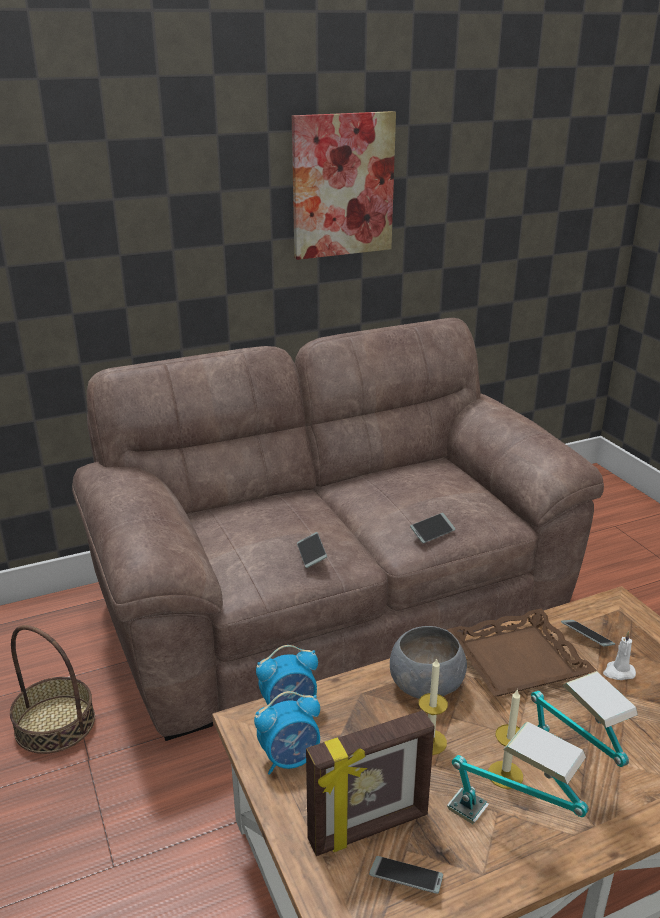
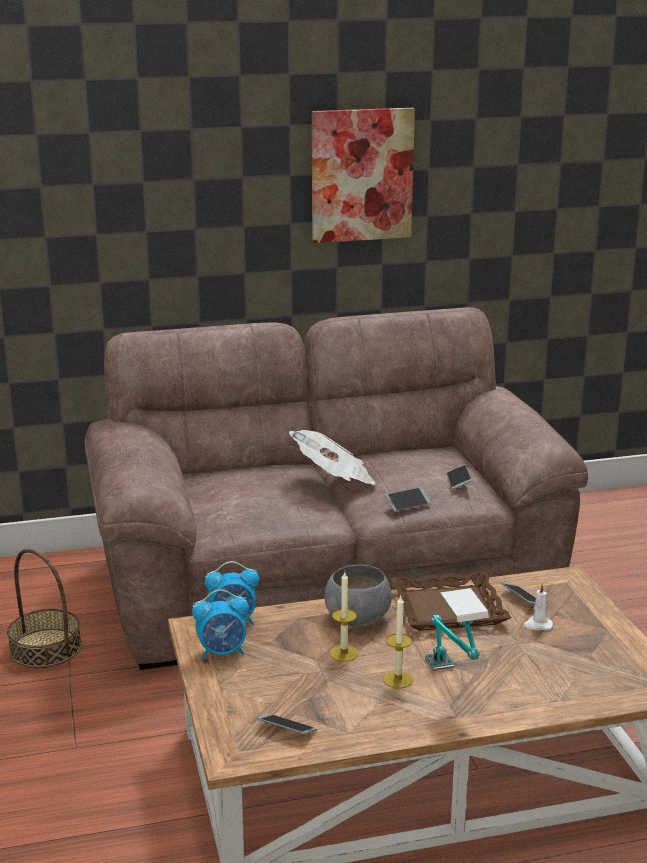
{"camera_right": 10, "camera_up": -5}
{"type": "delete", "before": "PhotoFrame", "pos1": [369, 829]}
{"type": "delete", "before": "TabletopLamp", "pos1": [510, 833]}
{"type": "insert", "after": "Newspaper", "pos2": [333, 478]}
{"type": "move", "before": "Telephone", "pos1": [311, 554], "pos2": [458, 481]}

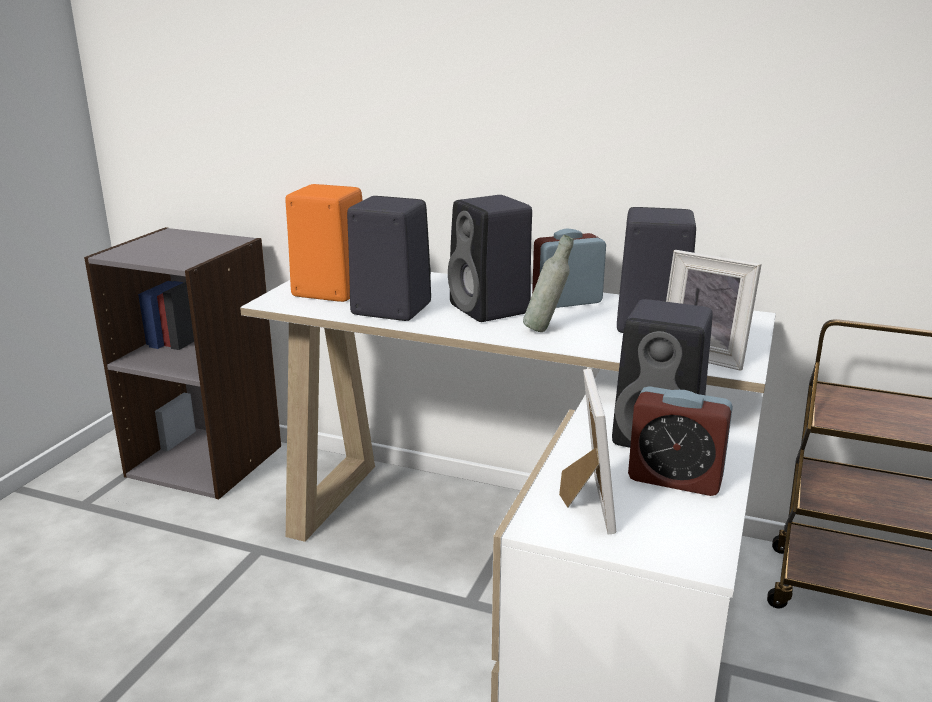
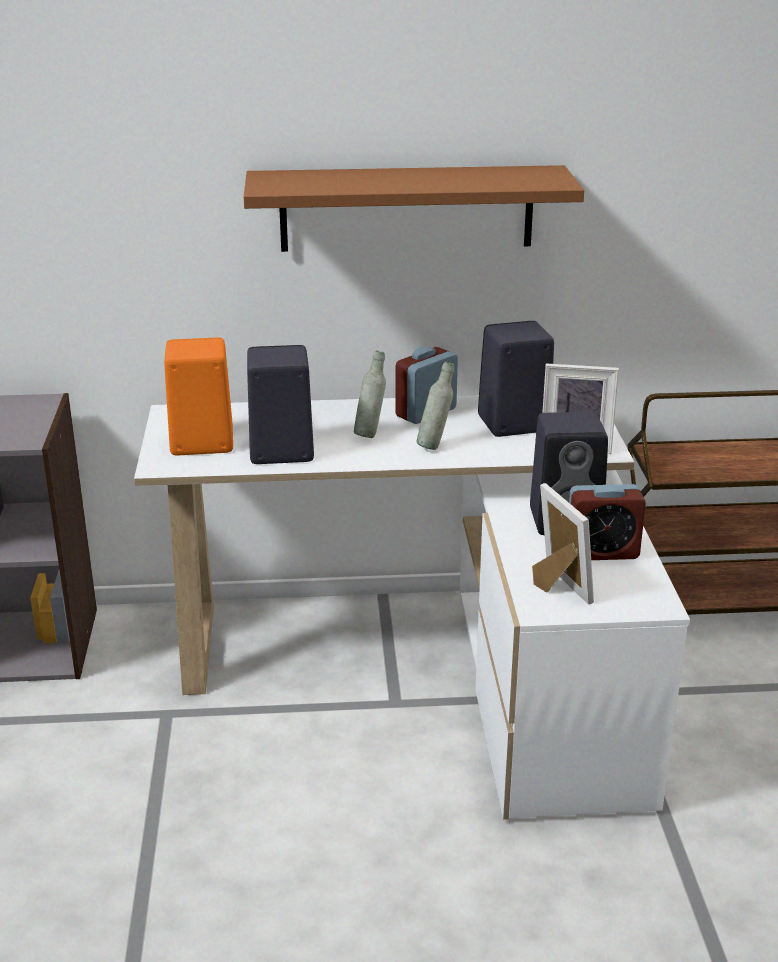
{"camera_right": -25, "camera_up": 5}
{"type": "insert", "after": "BrownShelf", "pos2": [406, 208]}
{"type": "replace", "before": "BlackishSpeaker", "after": "GreyishDrinkBottle", "pos1": [491, 309], "pos2": [370, 434]}

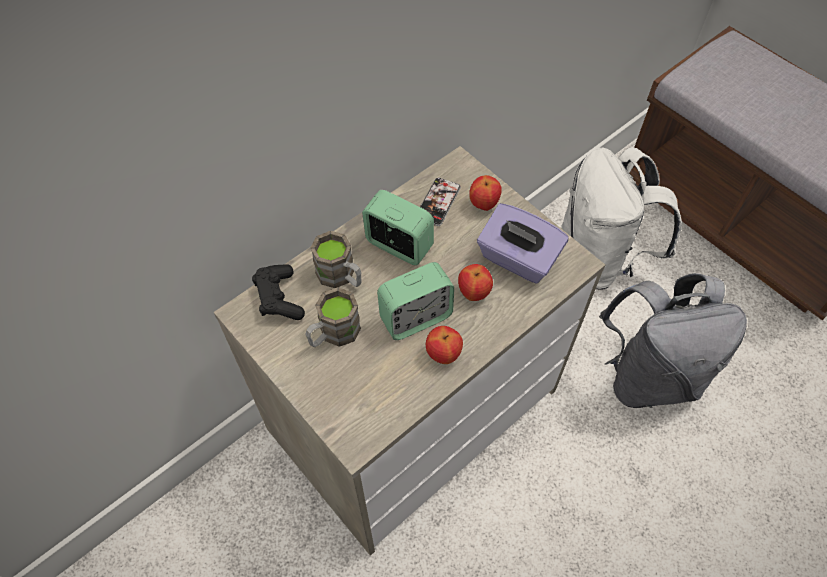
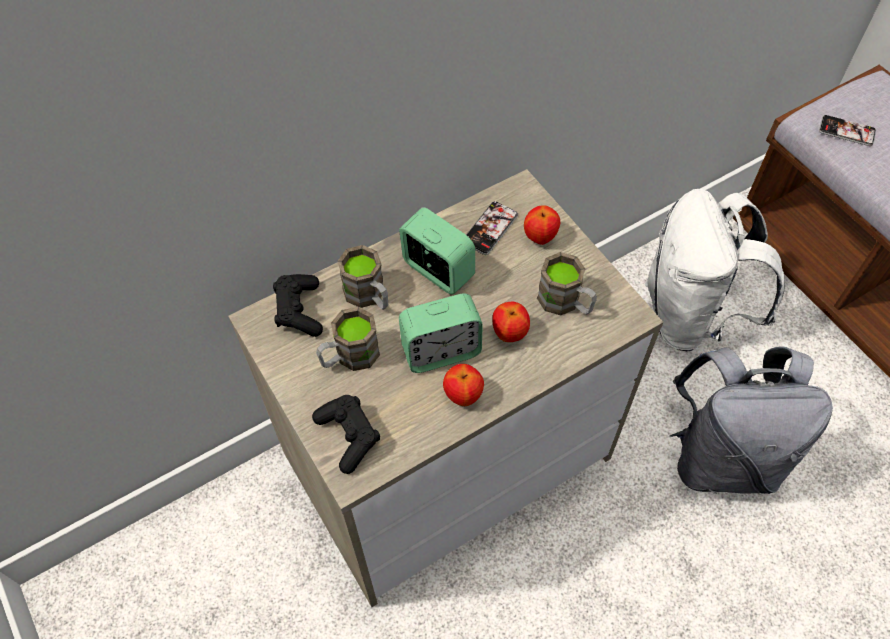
{"camera_right": 10, "camera_up": 0}
{"type": "insert", "after": "BlackishGamepad", "pos2": [349, 436]}
{"type": "insert", "after": "Telephone", "pos2": [846, 131]}
{"type": "replace", "before": "PurplishTissueBox", "after": "BrownTeaMug", "pos1": [517, 259], "pos2": [565, 302]}

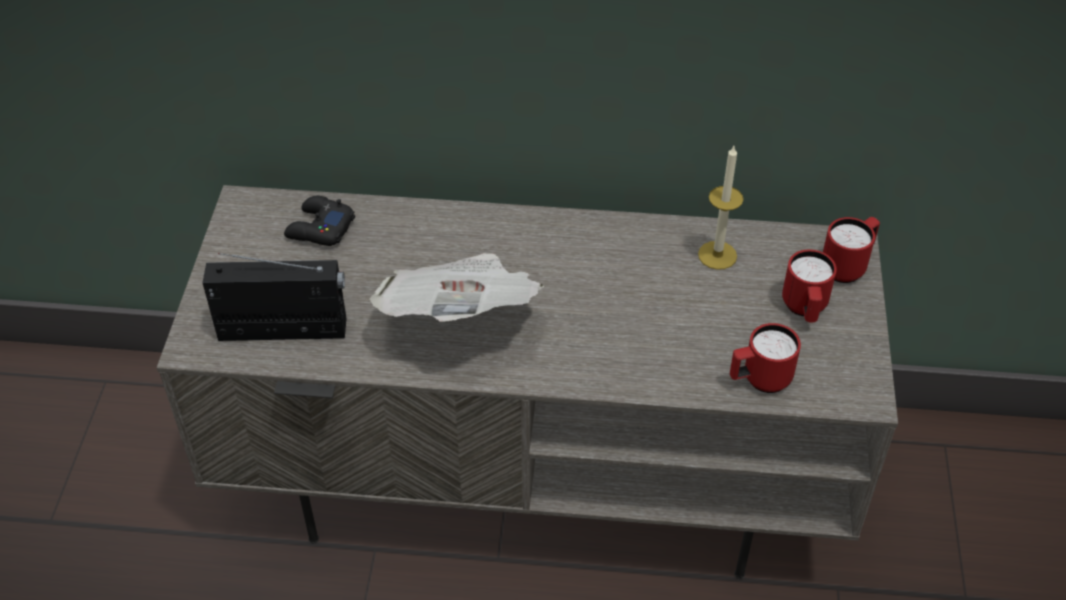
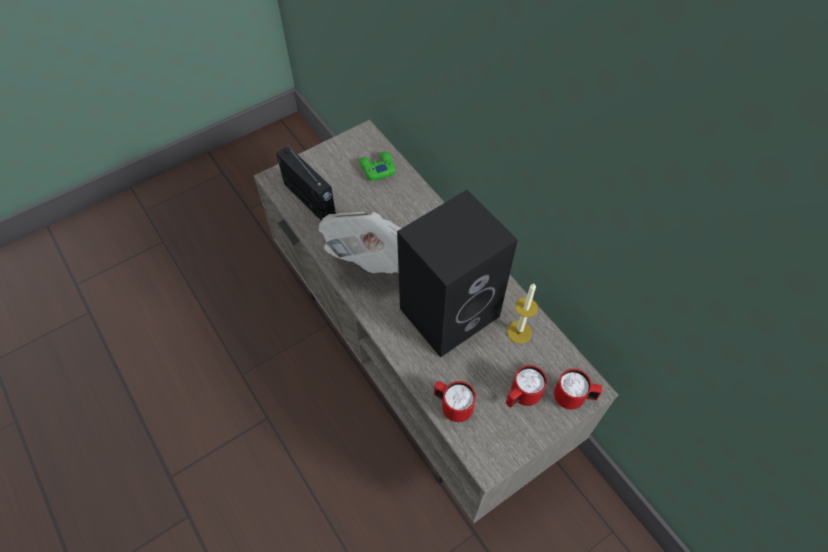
{"camera_right": 50, "camera_up": 10}
{"type": "insert", "after": "BlackishSpeaker", "pos2": [450, 310]}
{"type": "recolor", "before": "BlackishGamepad", "after": "GreenColouredGamepad", "pos1": [319, 228], "pos2": [377, 168]}

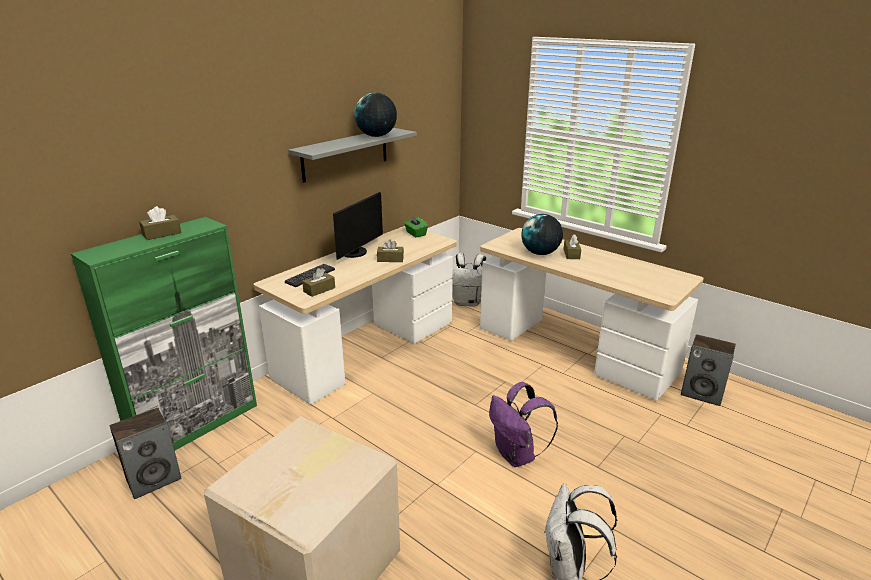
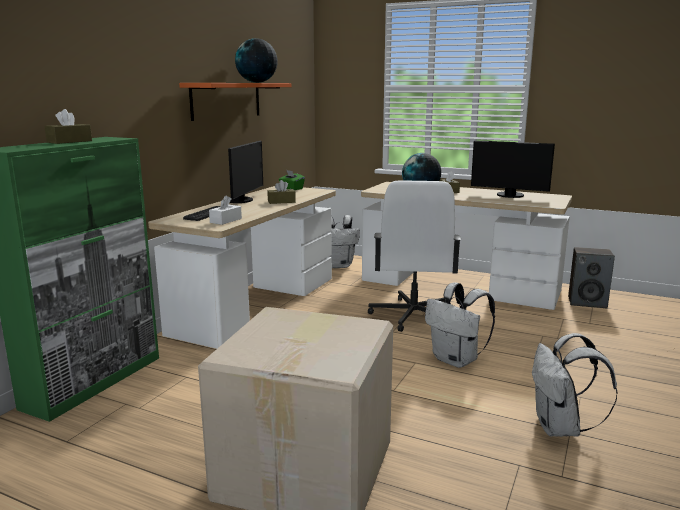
{"camera_right": -15, "camera_up": -10}
{"type": "delete", "before": "Speaker", "pos1": [154, 479]}
{"type": "insert", "after": "WhiteColouredComputerChair", "pos2": [412, 316]}
{"type": "insert", "after": "ComputerScreen", "pos2": [509, 195]}
{"type": "recolor", "before": "GreyishShelf", "after": "OrangeShelf", "pos1": [345, 154], "pos2": [226, 100]}
{"type": "recolor", "before": "BrownTissueBox", "after": "WhiteColouredTissueBox", "pos1": [319, 290], "pos2": [225, 220]}
{"type": "recolor", "before": "PurplishKnapsack", "after": "WhiteColouredKnapsack", "pos1": [517, 455], "pos2": [456, 360]}

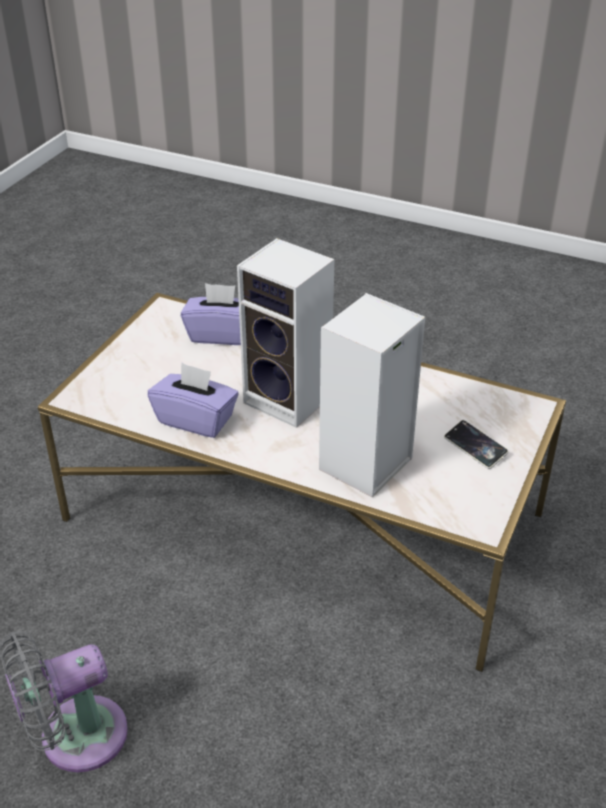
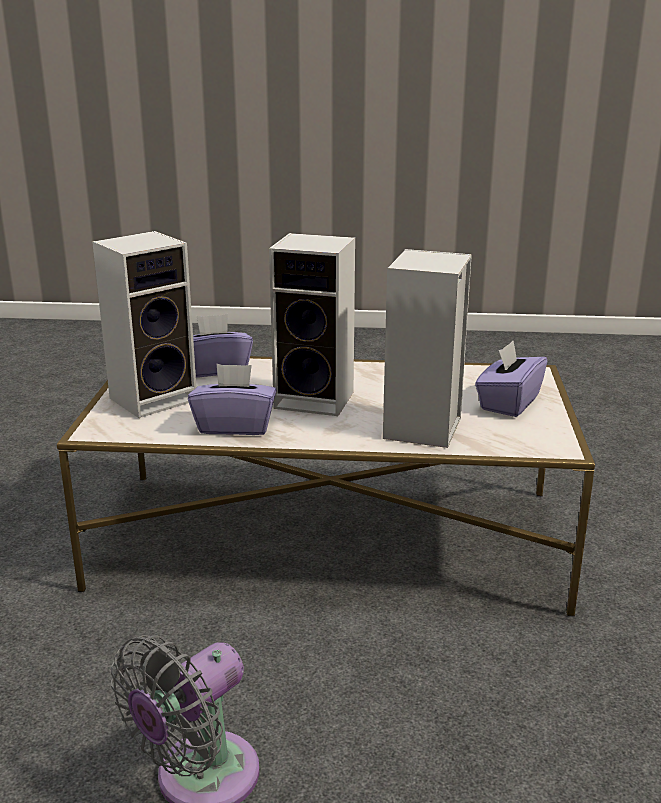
{"camera_right": -20, "camera_up": -15}
{"type": "insert", "after": "Speaker", "pos2": [155, 398]}
{"type": "replace", "before": "Telephone", "after": "PurplishTissueBox", "pos1": [475, 447], "pos2": [508, 403]}

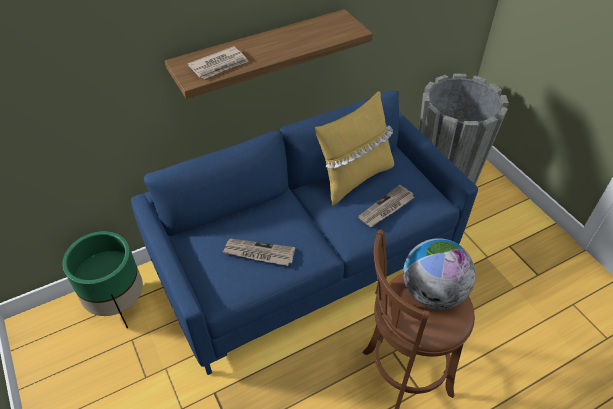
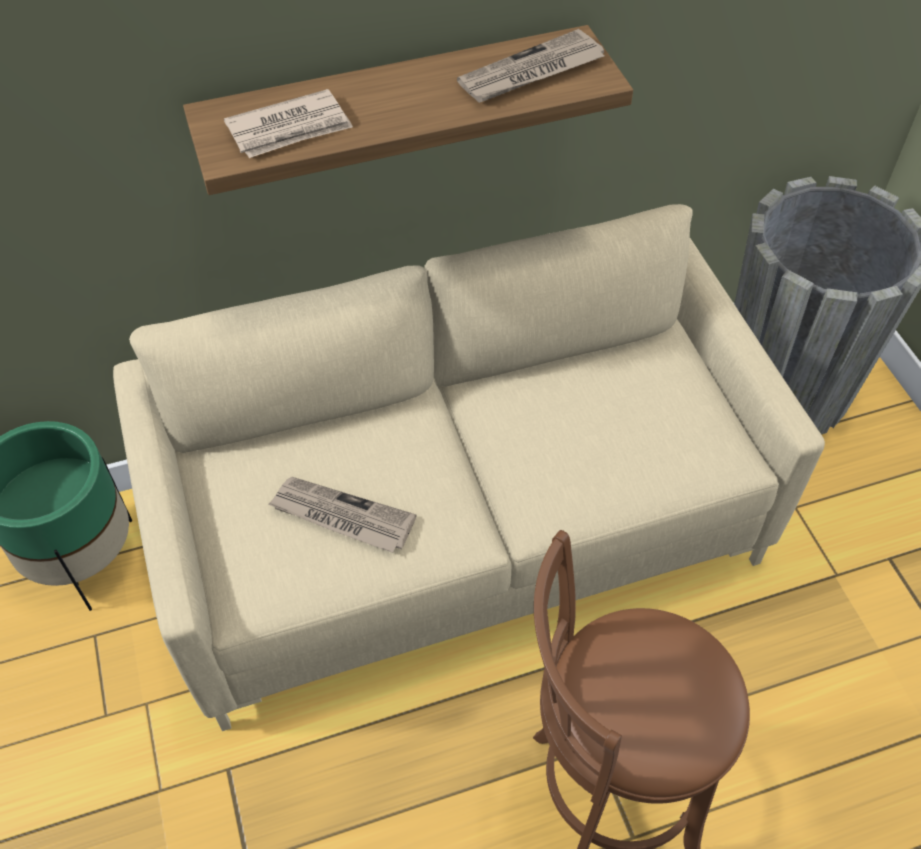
{"camera_right": 10, "camera_up": 5}
{"type": "delete", "before": "YellowThrowPillow", "pos1": [354, 178]}
{"type": "delete", "before": "Globe", "pos1": [432, 292]}
{"type": "move", "before": "Newspaper", "pos1": [386, 208], "pos2": [531, 72]}
{"type": "recolor", "before": "BlueColouredCouch", "after": "BeigeColouredCouch", "pos1": [306, 261], "pos2": [460, 527]}

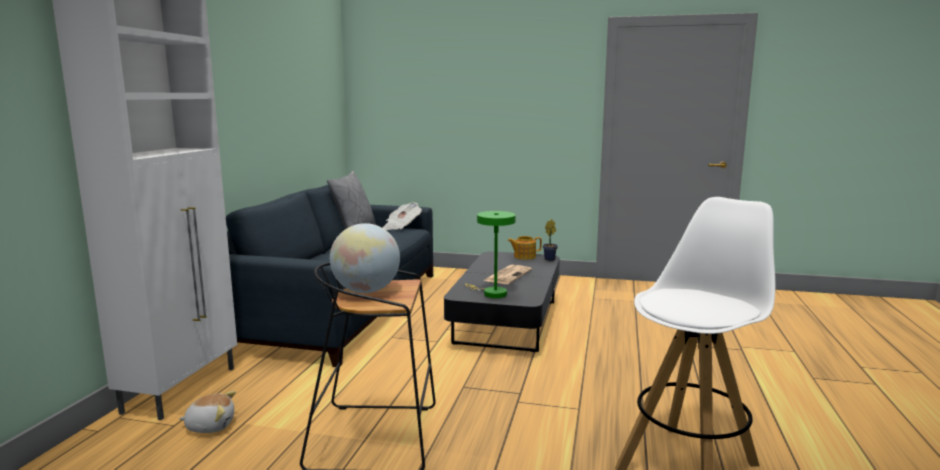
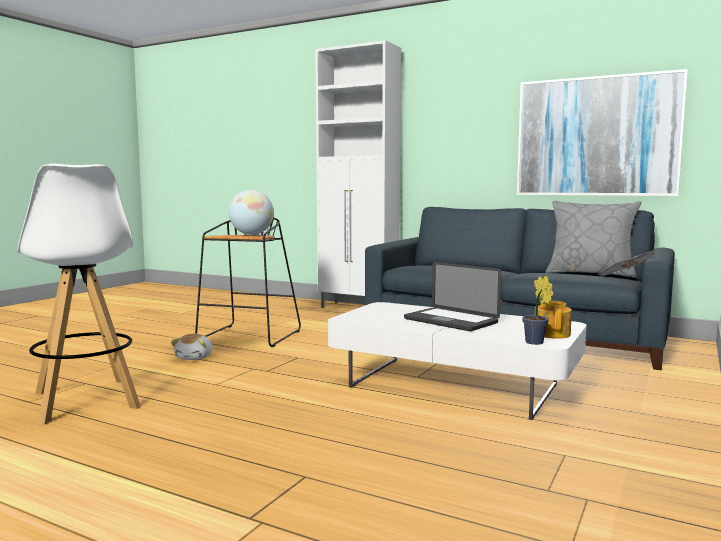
{"camera_right": 105, "camera_up": -5}
{"type": "delete", "before": "GreenColouredTabletopLamp", "pos1": [491, 293]}
{"type": "insert", "after": "WallArt", "pos2": [597, 137]}
{"type": "move", "before": "SoftToy", "pos1": [210, 425], "pos2": [195, 357]}
{"type": "replace", "before": "Newspaper", "after": "NotebookComputer", "pos1": [508, 275], "pos2": [450, 321]}
{"type": "recolor", "before": "BlackishCoffeeTable", "after": "WhiteColouredCoffeeTable", "pos1": [507, 322], "pos2": [453, 386]}

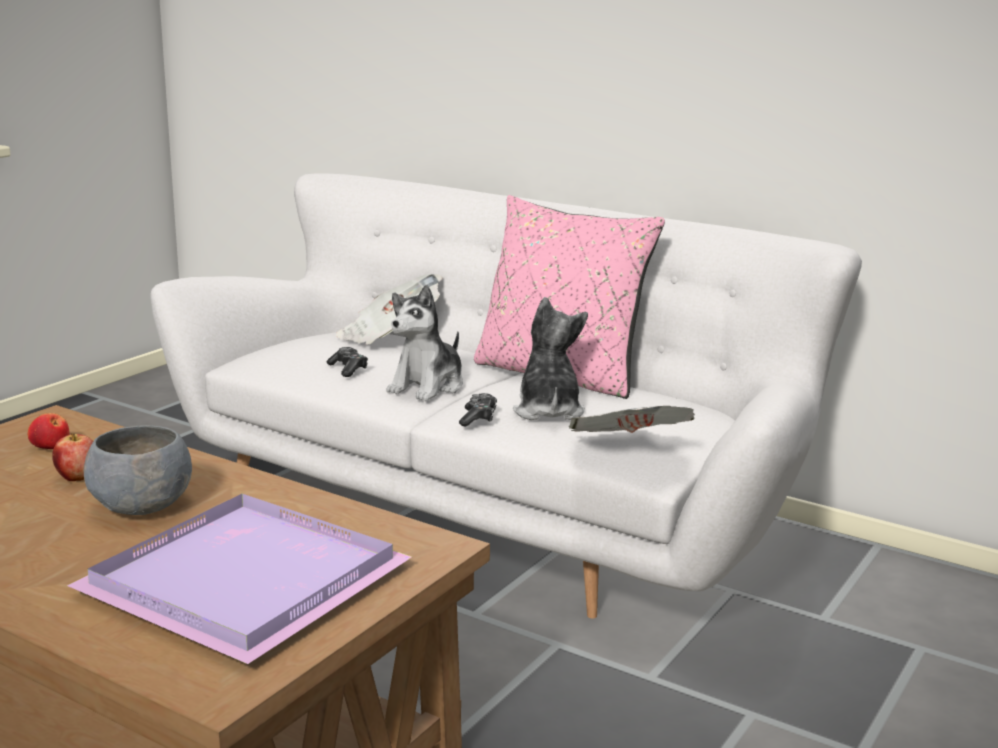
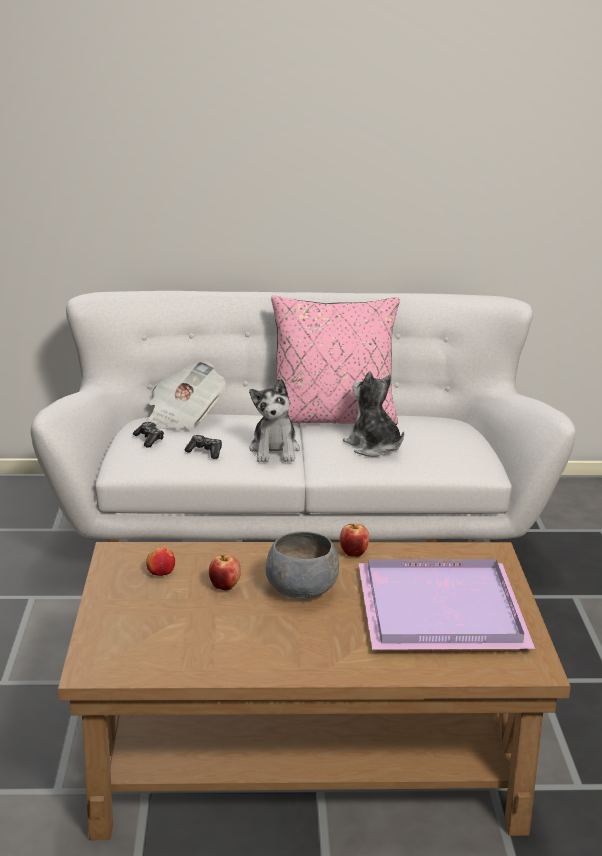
{"camera_right": -35, "camera_up": 5}
{"type": "delete", "before": "Newspaper", "pos1": [628, 453]}
{"type": "insert", "after": "Apple", "pos2": [354, 553]}
{"type": "move", "before": "Gamepad", "pos1": [478, 418], "pos2": [149, 439]}

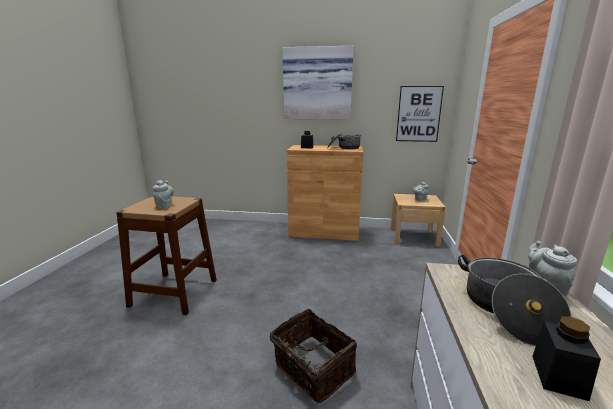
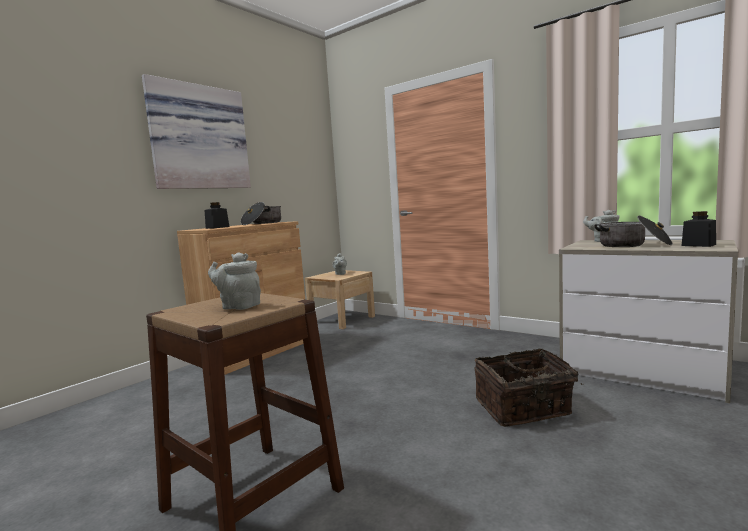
{"camera_right": -60, "camera_up": -10}
{"type": "delete", "before": "WallArt", "pos1": [419, 114]}

